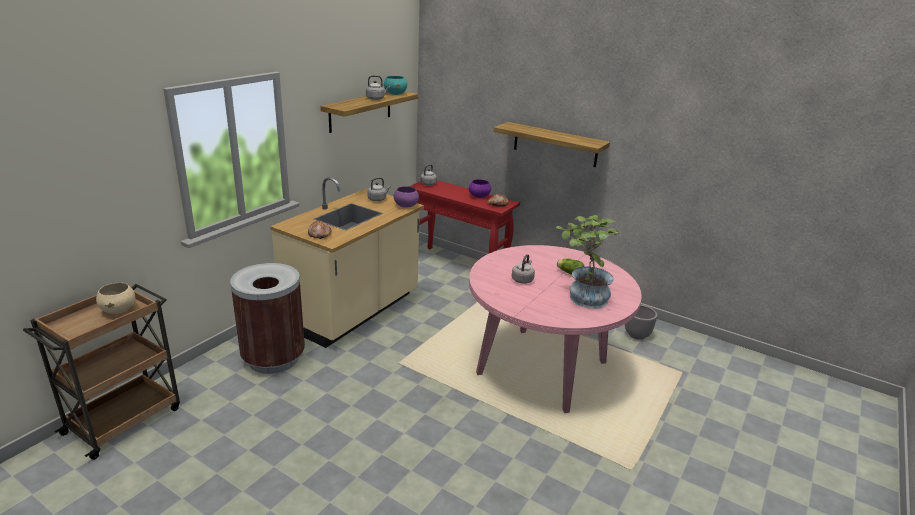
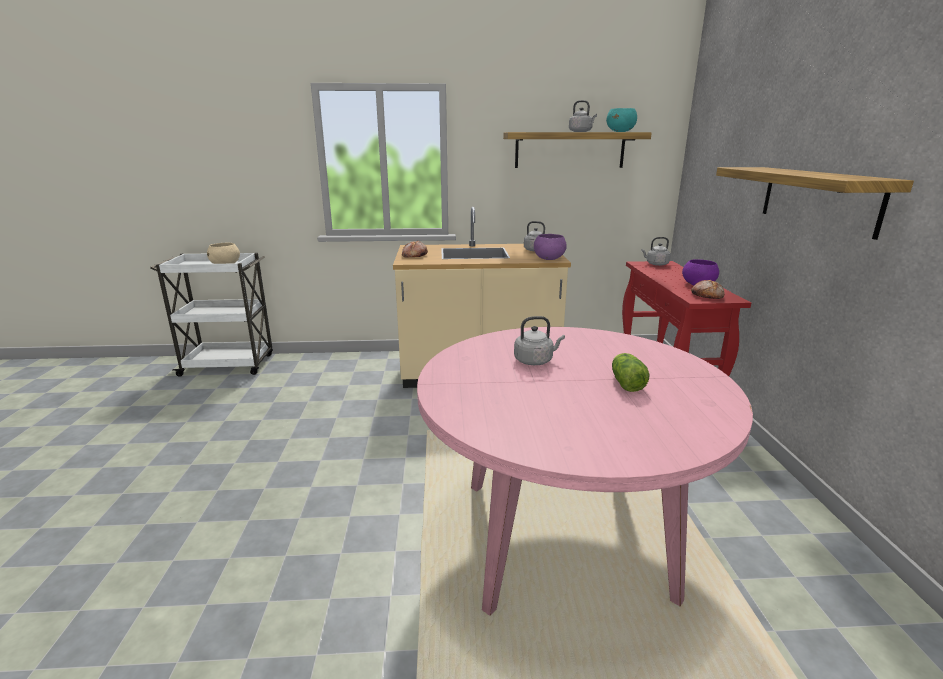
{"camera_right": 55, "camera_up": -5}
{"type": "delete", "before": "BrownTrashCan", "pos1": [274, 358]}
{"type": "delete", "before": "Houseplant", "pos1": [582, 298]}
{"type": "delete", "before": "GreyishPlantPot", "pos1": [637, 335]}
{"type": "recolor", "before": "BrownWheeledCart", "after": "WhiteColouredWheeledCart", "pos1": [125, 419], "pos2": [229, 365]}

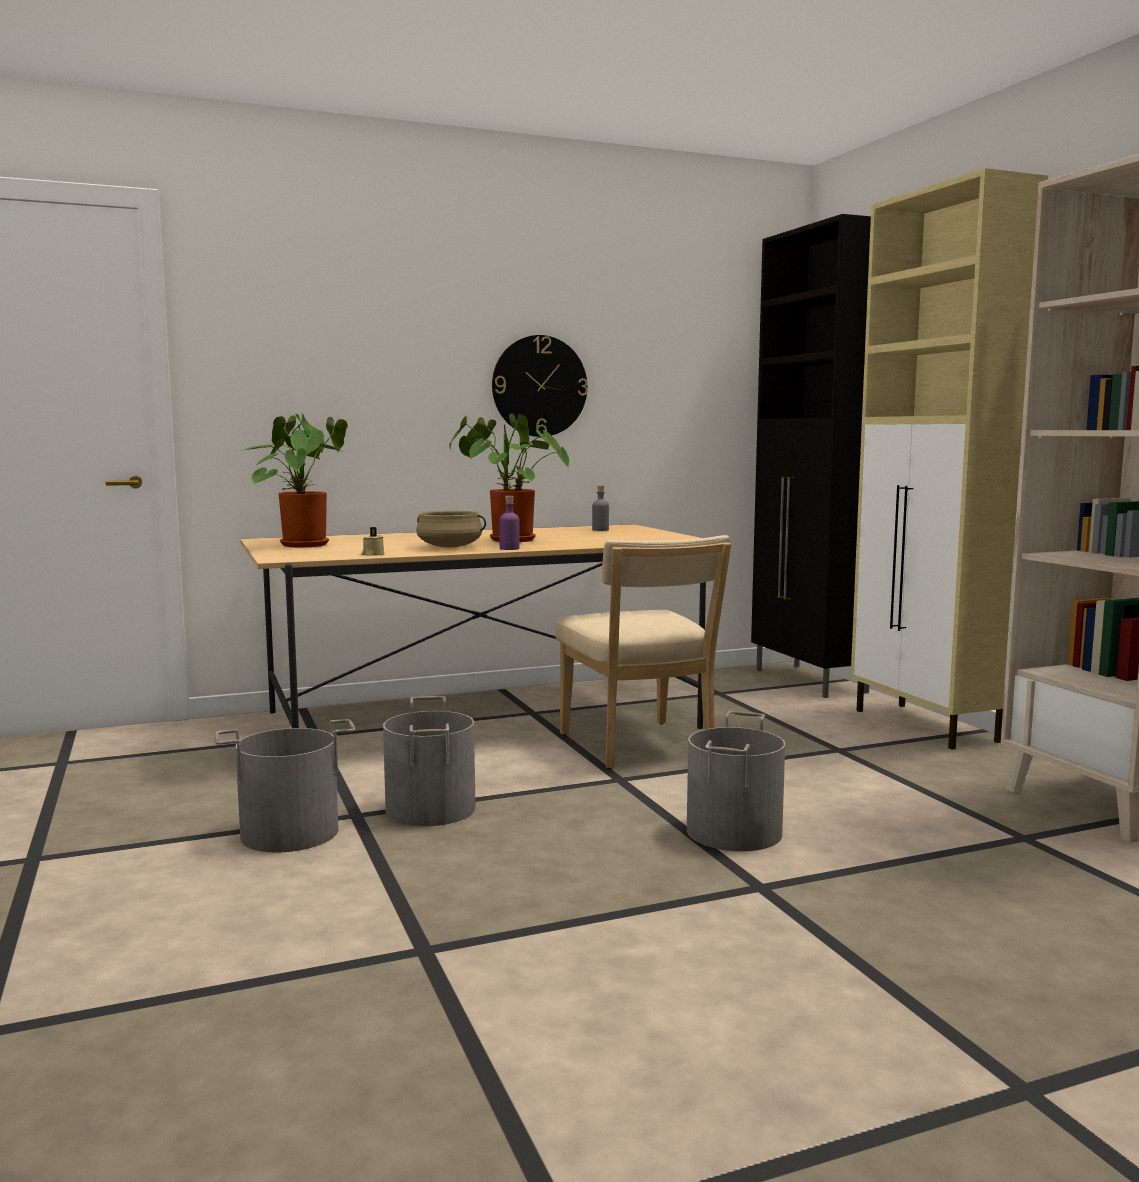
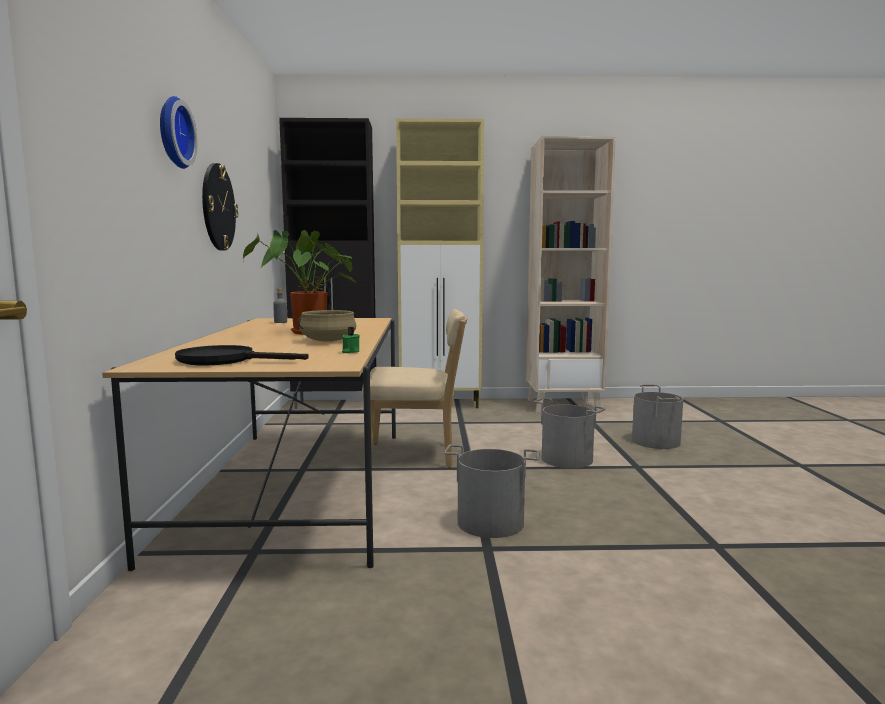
{"camera_right": -70, "camera_up": 0}
{"type": "delete", "before": "PurplishDrinkBottle", "pos1": [509, 548]}
{"type": "insert", "after": "HangingClock", "pos2": [172, 133]}
{"type": "move", "before": "GreyishPail", "pos1": [290, 833], "pos2": [656, 441]}
{"type": "replace", "before": "Houseplant", "after": "BlackishPan", "pos1": [302, 544], "pos2": [226, 360]}
{"type": "recolor", "before": "BeigeColouredWaxCandle", "after": "GreenColouredWaxCandle", "pos1": [372, 554], "pos2": [350, 352]}

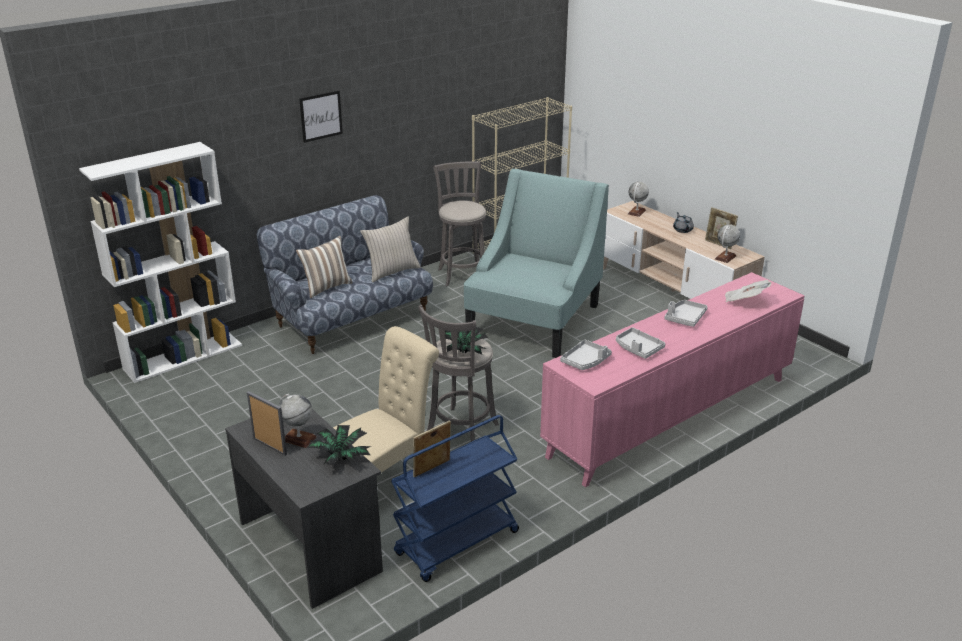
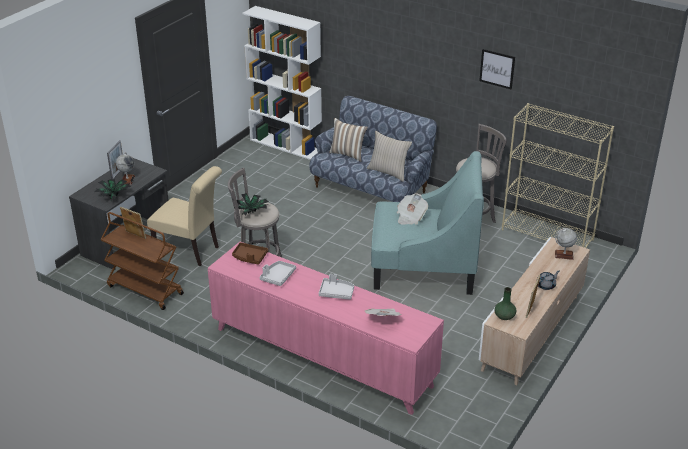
{"camera_right": 70, "camera_up": 5}
{"type": "insert", "after": "Newspaper", "pos2": [410, 217]}
{"type": "move", "before": "WallArt", "pos1": [321, 116], "pos2": [497, 69]}
{"type": "replace", "before": "Globe", "after": "GreenColouredVase", "pos1": [725, 257], "pos2": [504, 316]}
{"type": "recolor", "before": "BlueColouredWheeledCart", "after": "BrownWheeledCart", "pos1": [457, 544], "pos2": [144, 290]}
{"type": "recolor", "before": "GreyishCarryingTray", "after": "BrownCarryingTray", "pos1": [586, 361], "pos2": [249, 257]}

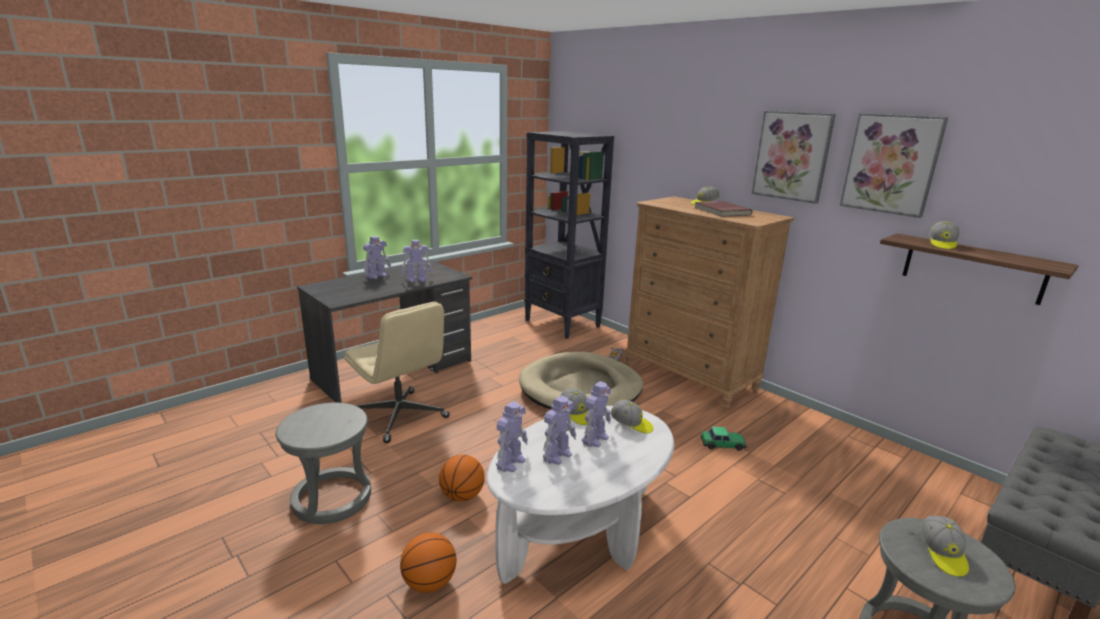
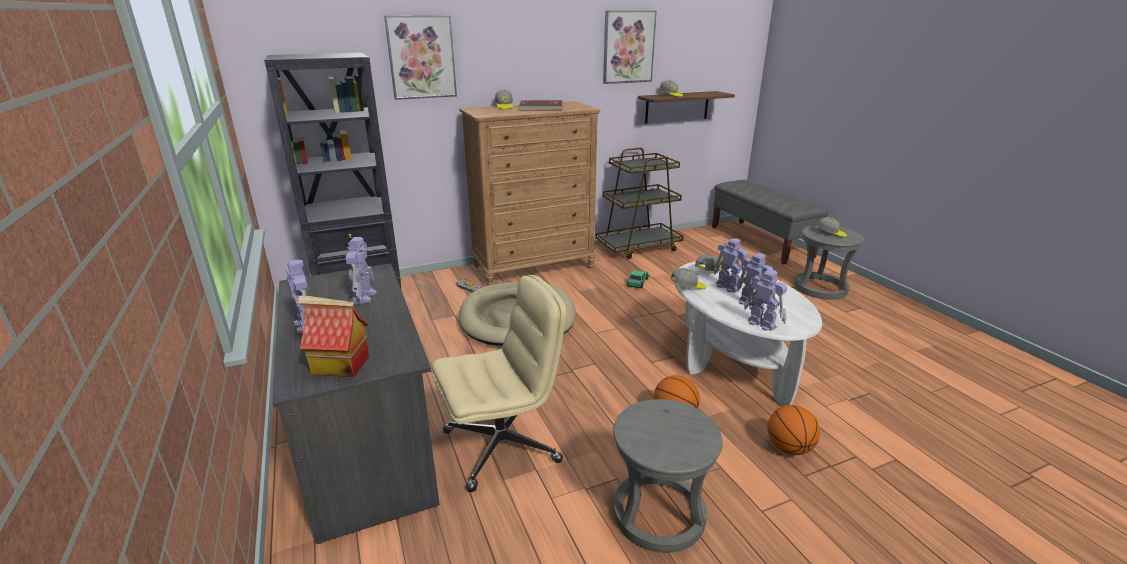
{"camera_right": -70, "camera_up": 5}
{"type": "insert", "after": "ModelHouse", "pos2": [339, 365]}
{"type": "insert", "after": "BrownWheeledCart", "pos2": [638, 247]}
{"type": "move", "before": "WallArt", "pos1": [792, 156], "pos2": [421, 57]}

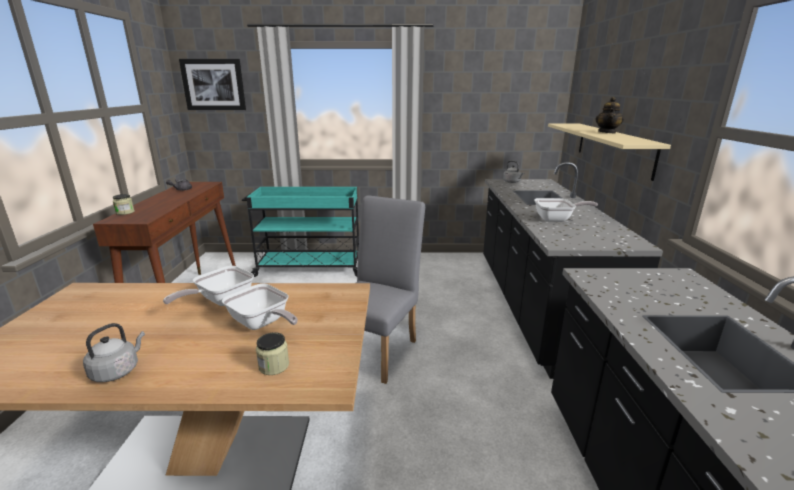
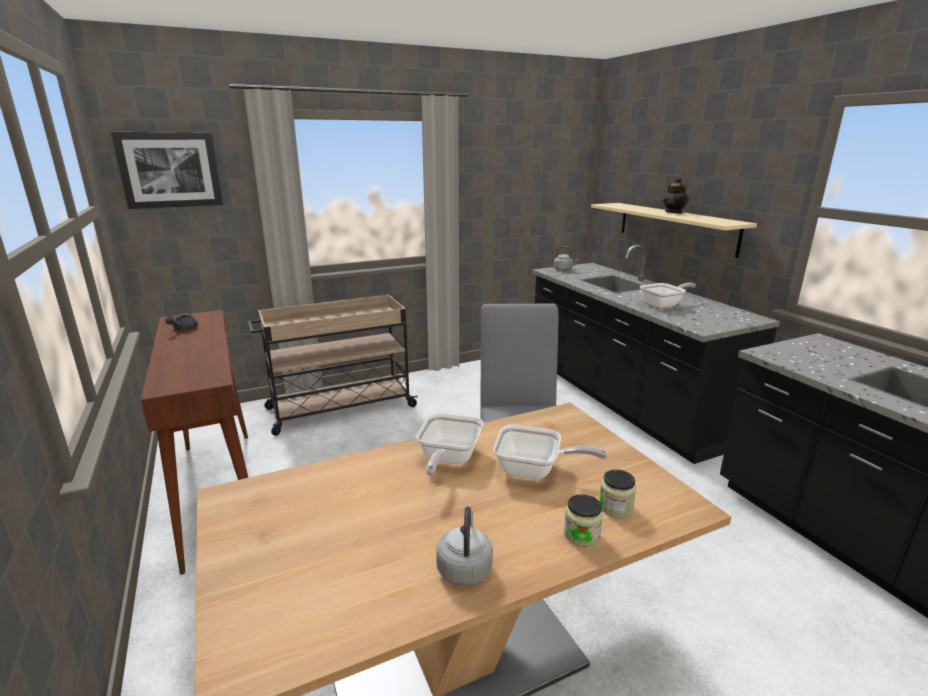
{"camera_right": -25, "camera_up": 0}
{"type": "move", "before": "PreserveJar", "pos1": [125, 212], "pos2": [581, 535]}
{"type": "recolor", "before": "TurquoiseWheeledCart", "after": "BeigeColouredWheeledCart", "pos1": [309, 267], "pos2": [339, 408]}

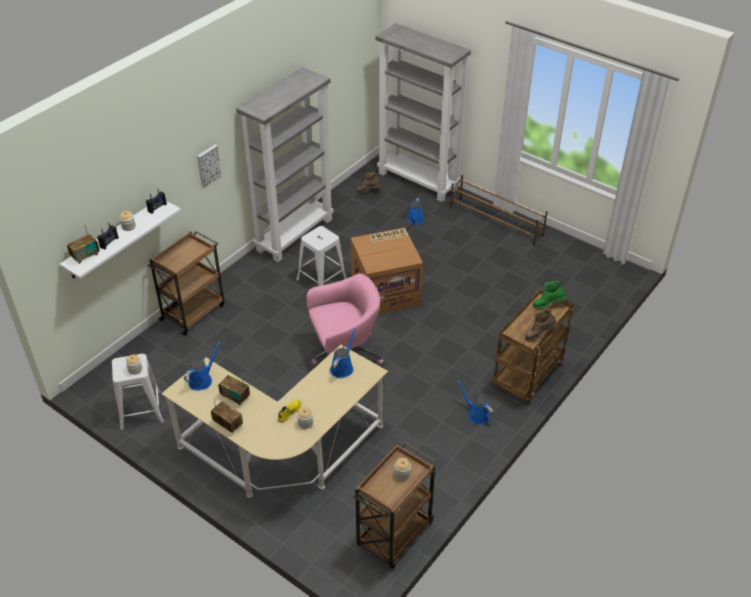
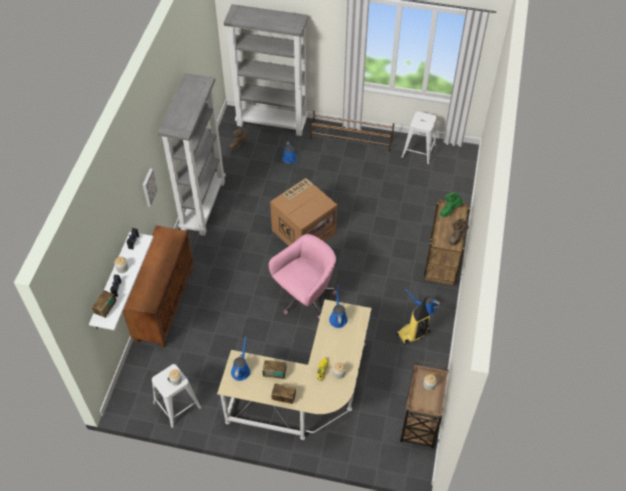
{"camera_right": -25, "camera_up": 10}
{"type": "insert", "after": "VacuumCleaner", "pos2": [413, 334]}
{"type": "move", "before": "WhiteColouredStool", "pos1": [321, 280], "pos2": [418, 151]}
{"type": "replace", "before": "BrownWheeledCart", "after": "BrownCupboard", "pos1": [193, 312], "pos2": [164, 304]}

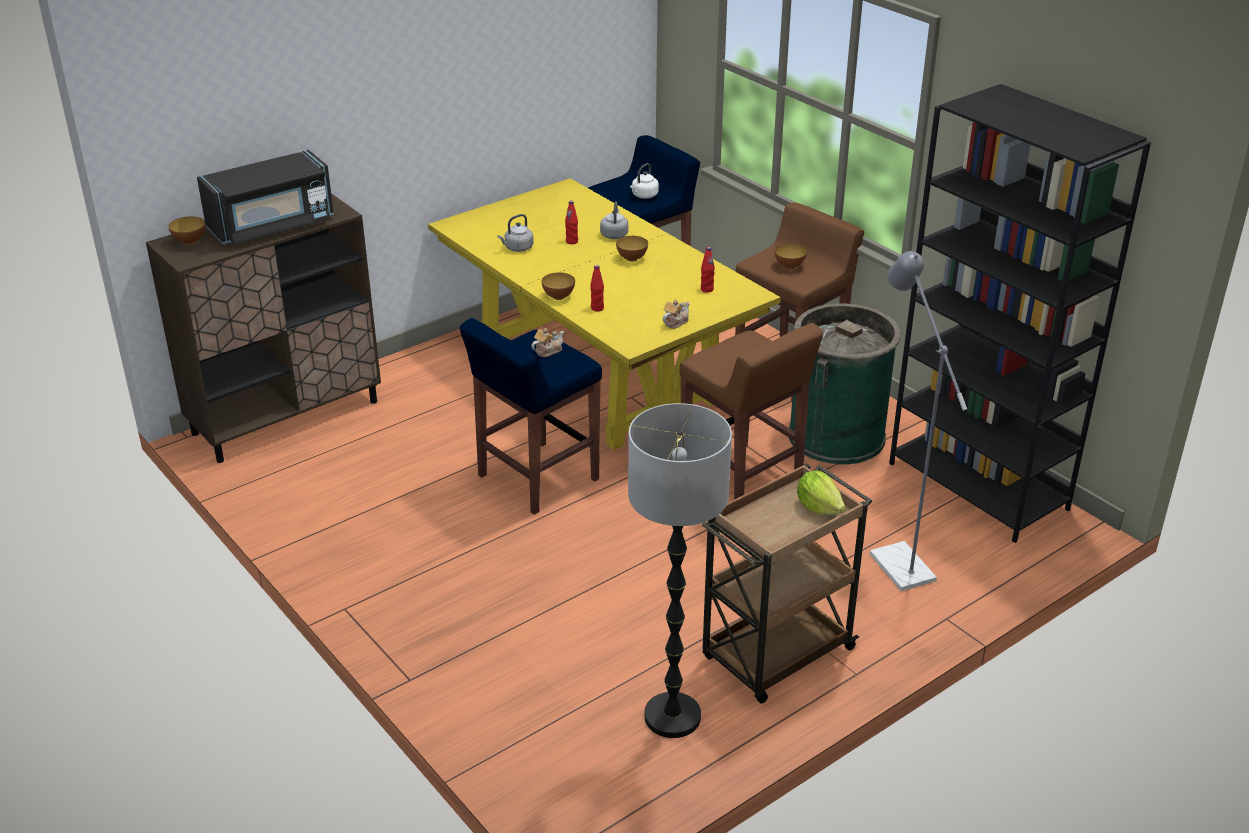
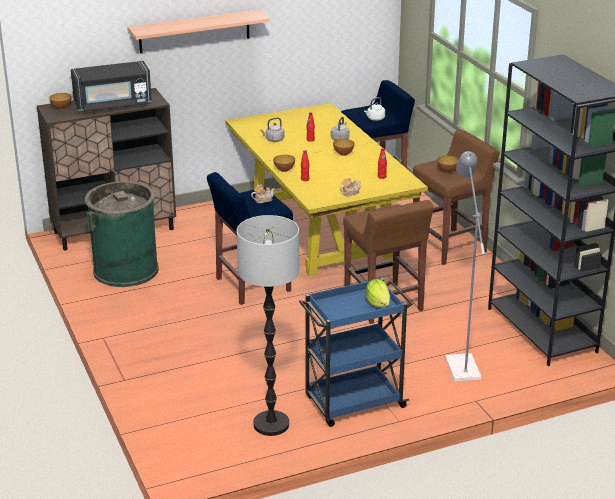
{"camera_right": 15, "camera_up": -5}
{"type": "insert", "after": "Shelf", "pos2": [194, 31]}
{"type": "move", "before": "GreenColouredTrashCan", "pos1": [836, 436], "pos2": [126, 270]}
{"type": "recolor", "before": "BrownWheeledCart", "after": "BlueColouredWheeledCart", "pos1": [776, 655], "pos2": [353, 403]}

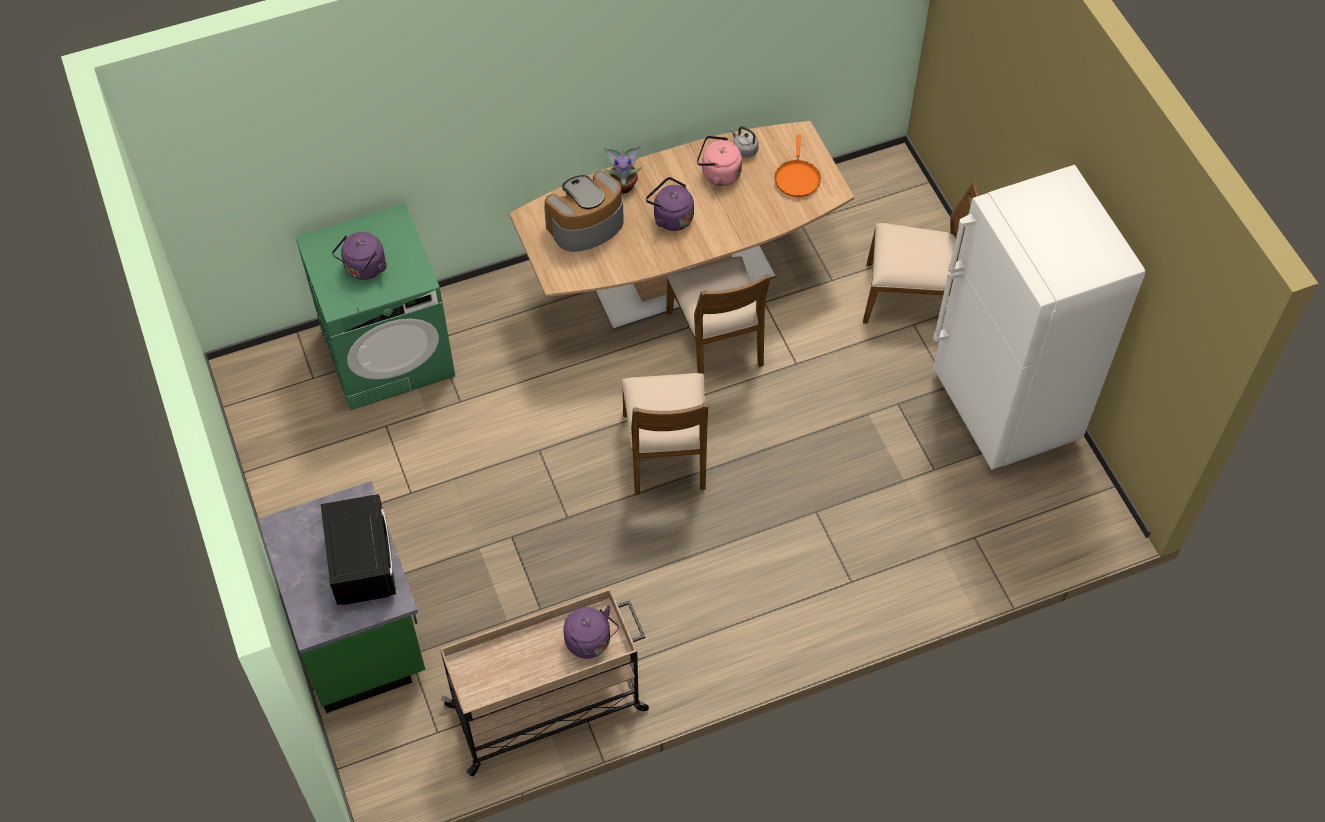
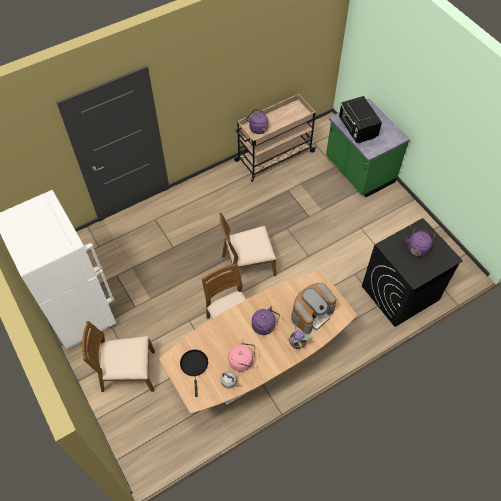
{"camera_right": 170, "camera_up": 0}
{"type": "recolor", "before": "GreenColouredWashingMachine", "after": "BlackishWashingMachine", "pos1": [388, 353], "pos2": [399, 293]}
{"type": "recolor", "before": "OrangePan", "after": "BlackishPan", "pos1": [797, 178], "pos2": [194, 366]}
{"type": "rotate", "before": "BrownUprightChair", "pos1": [666, 451], "pos2": [248, 264], "turn": -90}

